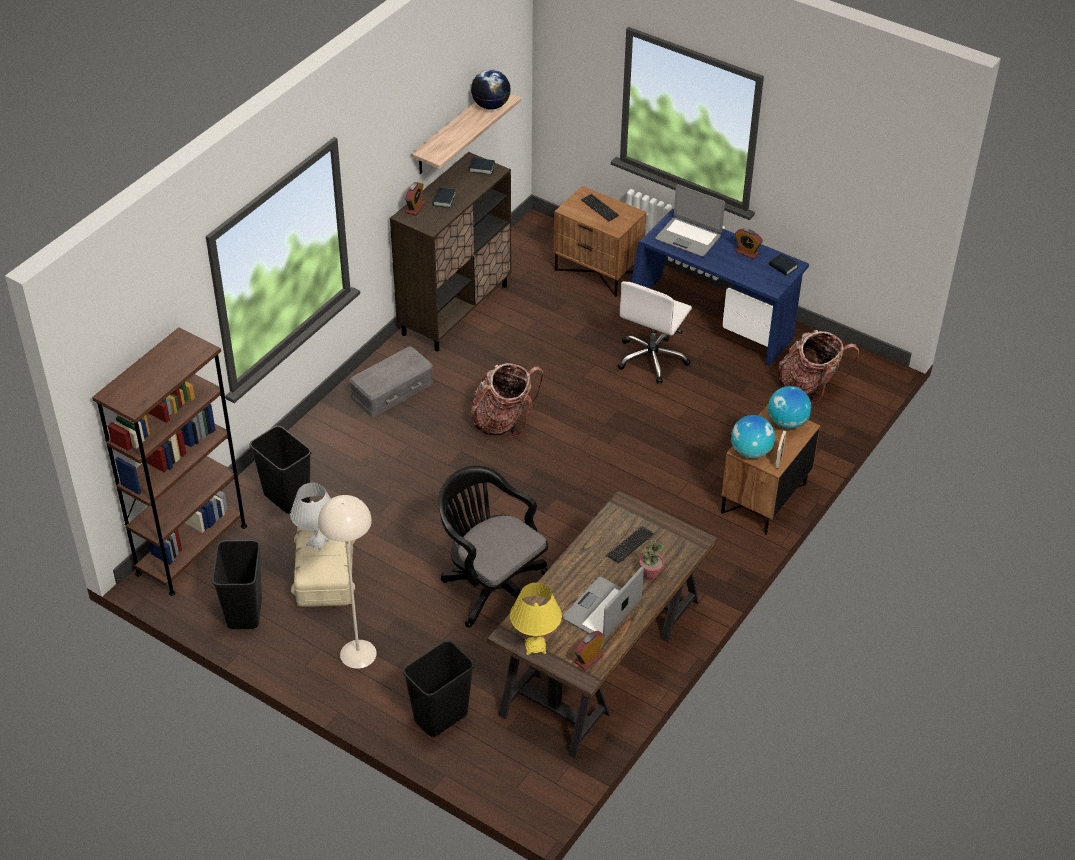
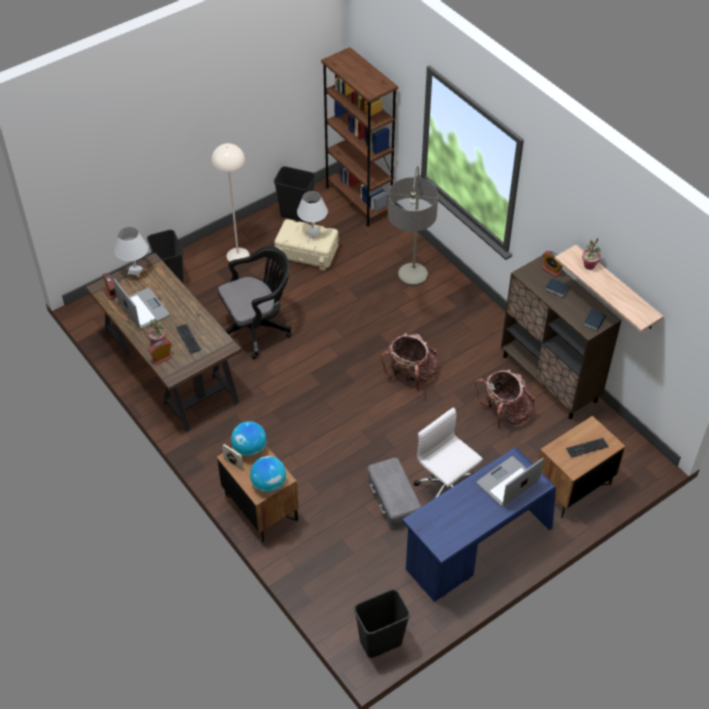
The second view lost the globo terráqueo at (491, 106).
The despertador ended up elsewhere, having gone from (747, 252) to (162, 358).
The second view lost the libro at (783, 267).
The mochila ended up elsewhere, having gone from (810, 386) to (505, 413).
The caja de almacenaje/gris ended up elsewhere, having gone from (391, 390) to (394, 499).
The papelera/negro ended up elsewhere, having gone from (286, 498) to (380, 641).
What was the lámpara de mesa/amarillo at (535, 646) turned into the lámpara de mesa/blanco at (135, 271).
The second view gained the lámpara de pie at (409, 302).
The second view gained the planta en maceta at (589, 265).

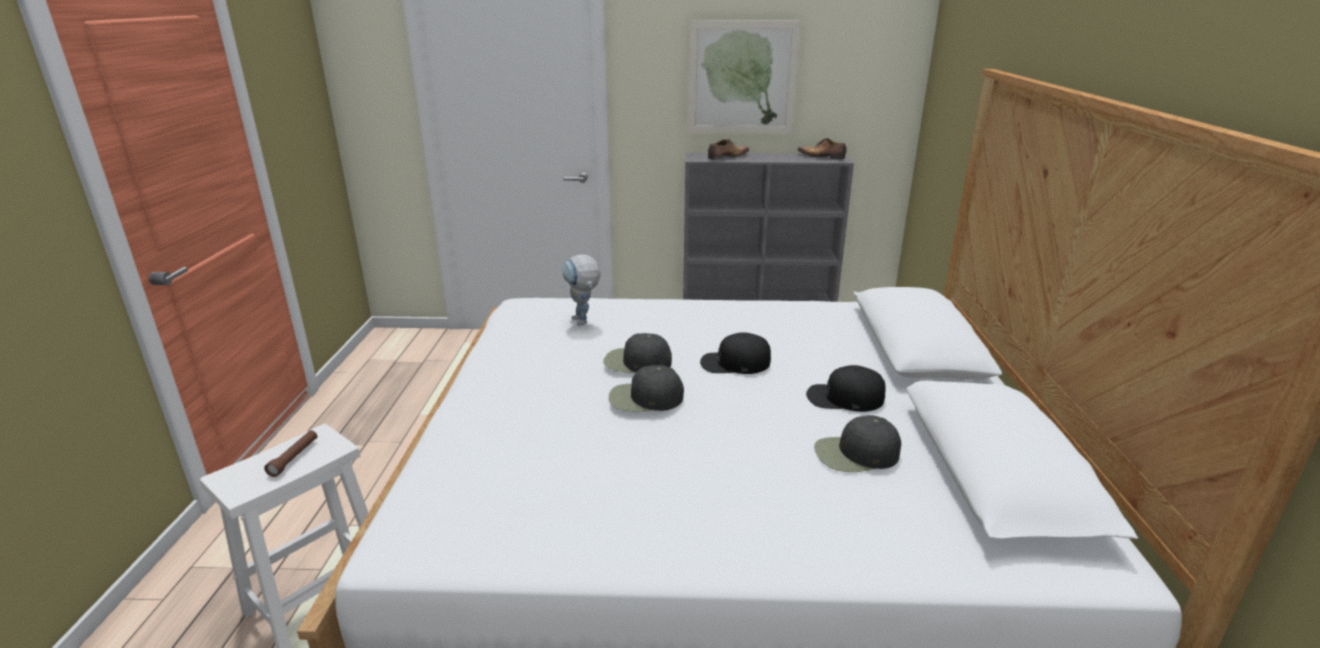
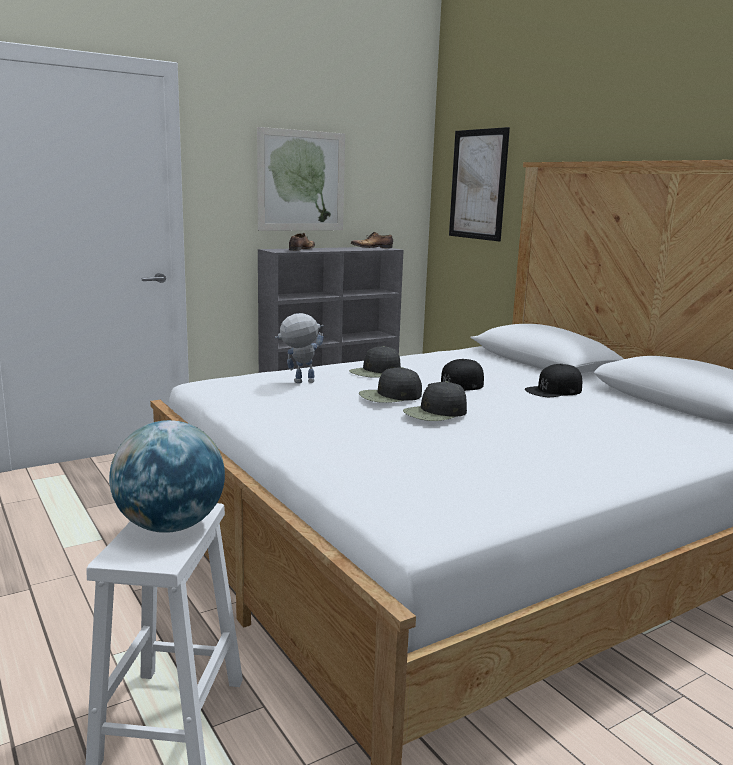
The robot de juguete at (583, 323) ended up facing another way, 135 degrees clockwise from before.
The gorra/negro ended up elsewhere, having gone from (856, 454) to (375, 372).
Where the linterna/marrón stood at (294, 458), the globo terráqueo came to stand at (170, 526).
The second view gained the cuadro at (478, 184).

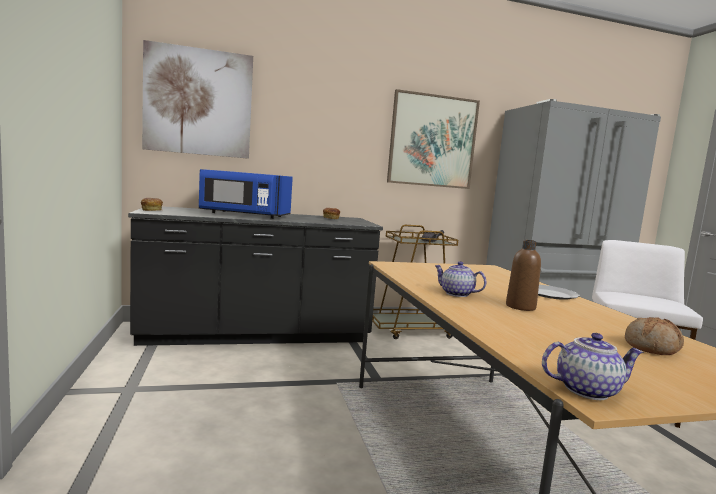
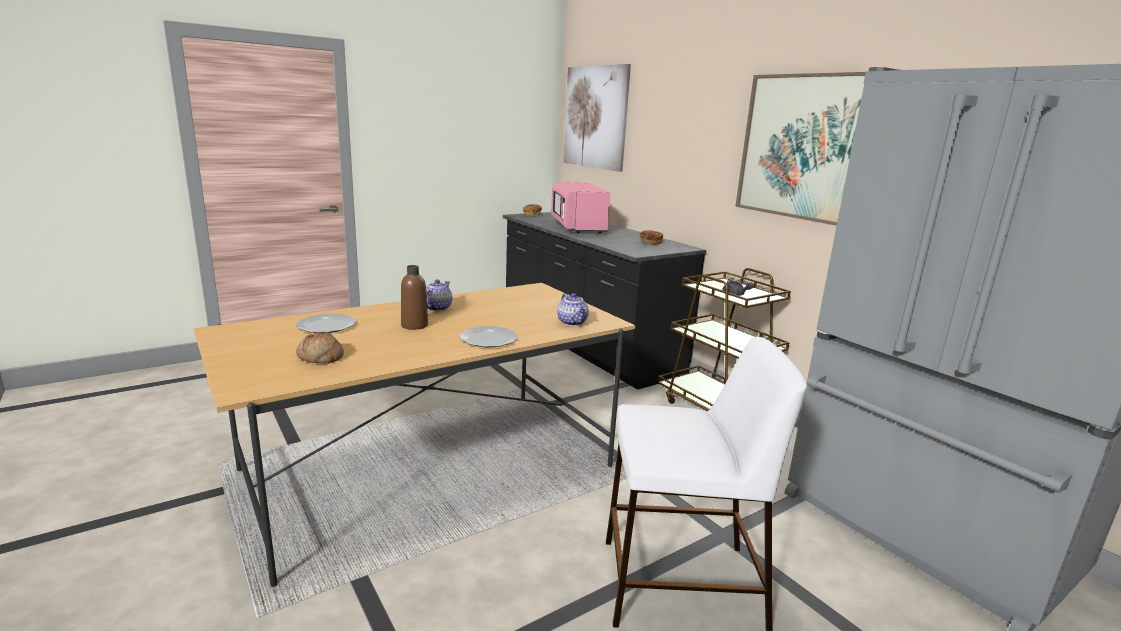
What was the microondas/azul at (243, 215) turned into the microondas/rosa at (577, 227).
The tetera ended up elsewhere, having gone from (586, 390) to (573, 322).
The second view gained the plato at (327, 326).

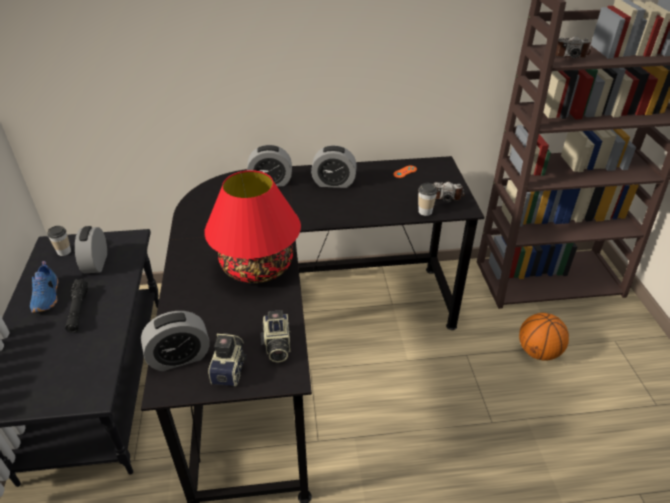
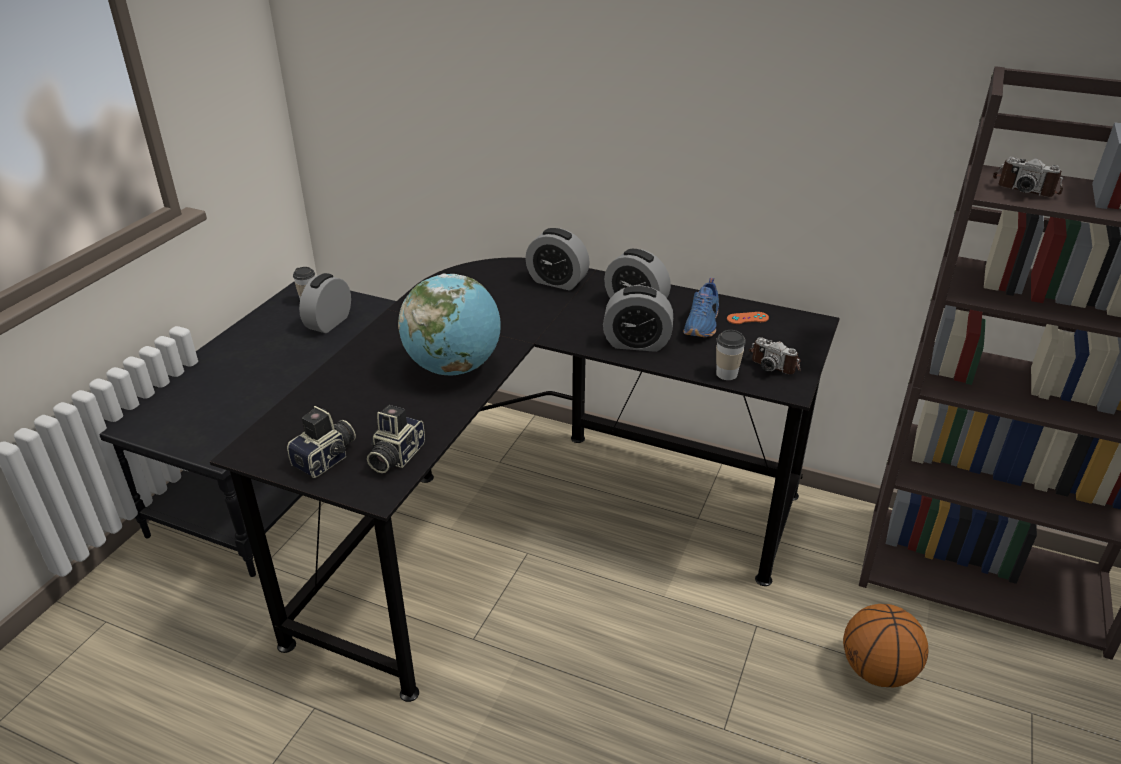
Where the lámpara de mesa/rojo stood at (258, 266), the globo terráqueo came to stand at (454, 367).
The zapato/azul ended up elsewhere, having gone from (47, 297) to (703, 324).
The second view lost the linterna/negro at (78, 310).
The despertador ended up elsewhere, having gone from (179, 357) to (637, 343).

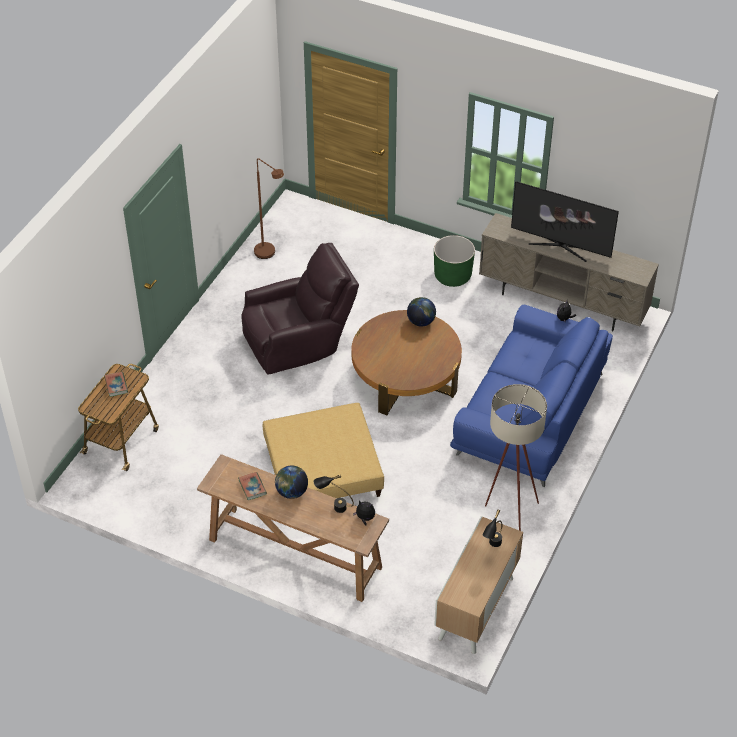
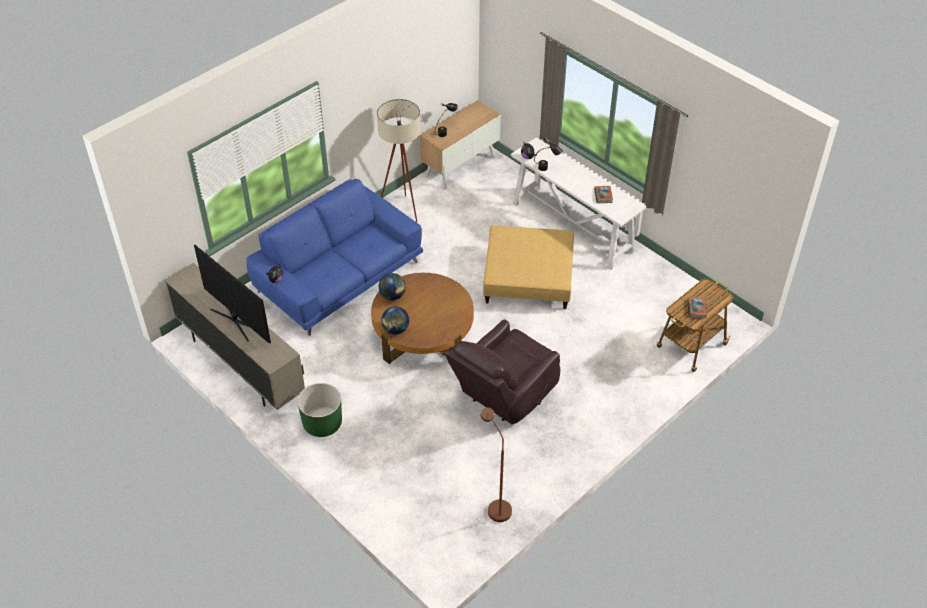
The sillón/marrón at (299, 342) ended up facing another way, 45 degrees counterclockwise from before.
What was the mesa consola/marrón at (294, 553) turned into the mesa consola/blanco at (573, 227).
The globo terráqueo ended up elsewhere, having gone from (292, 492) to (392, 296).

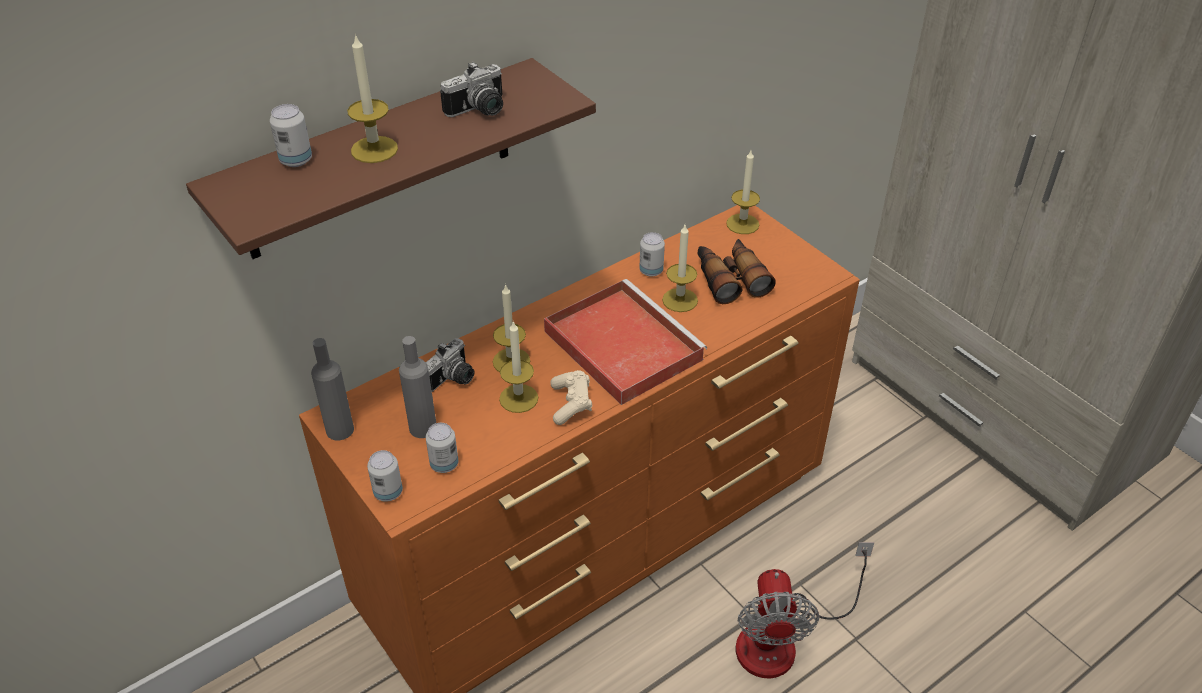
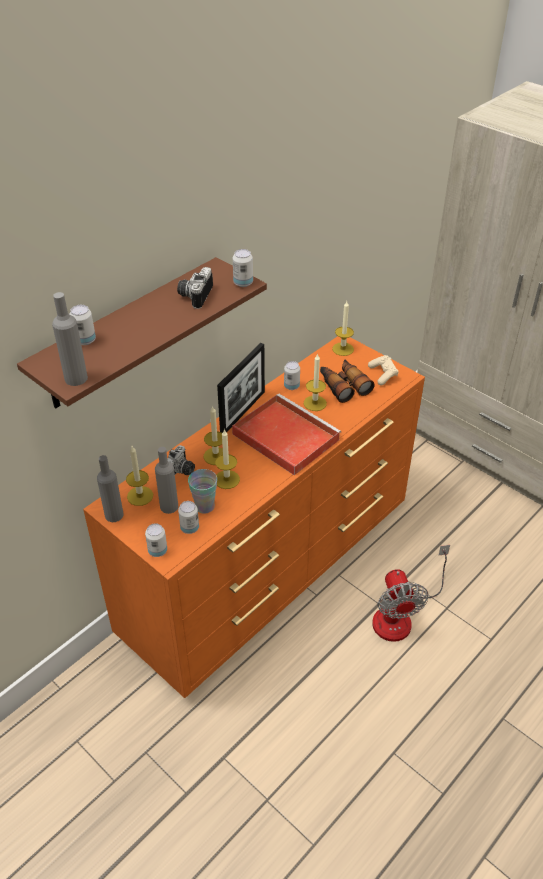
The vela ended up elsewhere, having gone from (374, 149) to (140, 496).
The cámara at (480, 111) ended up facing another way, 150 degrees clockwise from before.
The mando de consola/beis ended up elsewhere, having gone from (571, 404) to (383, 374).
The second view gained the lata at (243, 283).
The second view gained the botella/gris at (76, 378).
The second view gained the portarretratos at (243, 412).
The second view gained the taza at (204, 506).

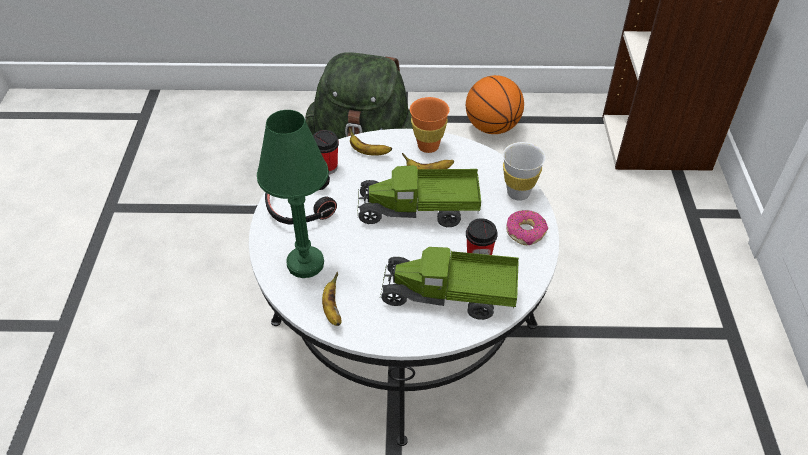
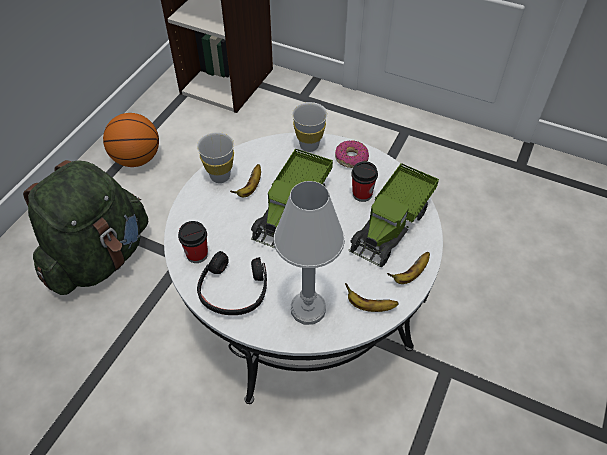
What was the taza/naranja at (428, 146) turned into the taza/blanco at (220, 176).
What was the lámpara de mesa/verde at (305, 263) turned into the lámpara de mesa/blanco at (308, 309).
The plátano ended up elsewhere, having gone from (368, 152) to (410, 275).

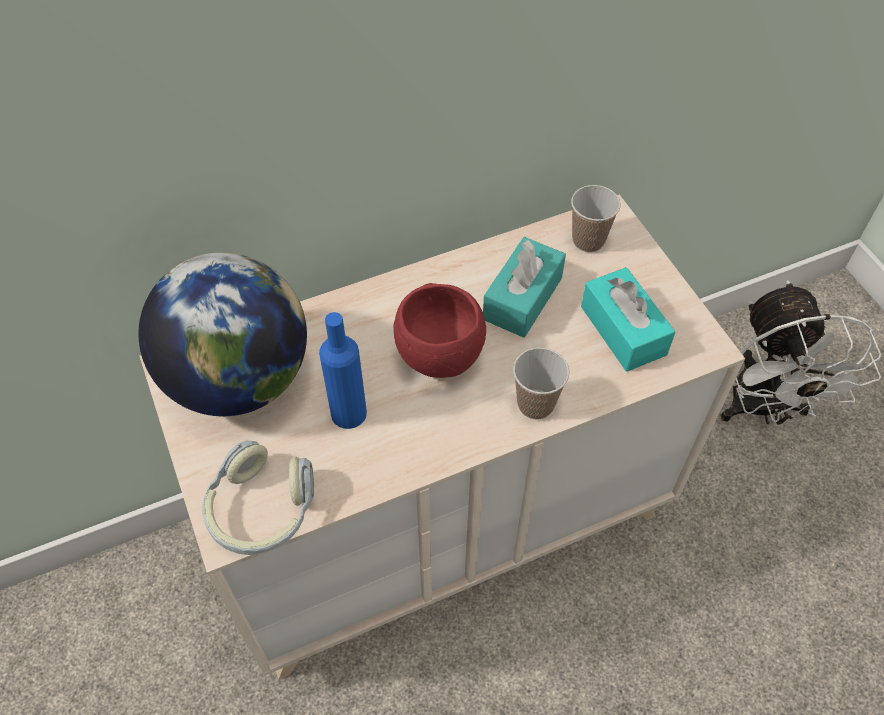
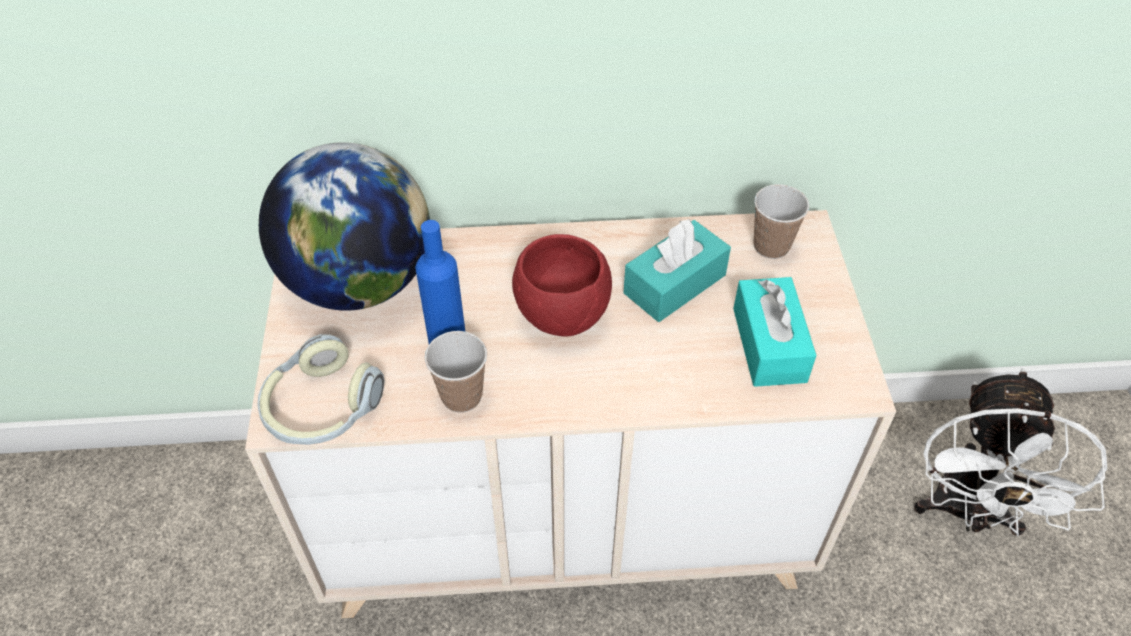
The taza ended up elsewhere, having gone from (535, 404) to (461, 396).

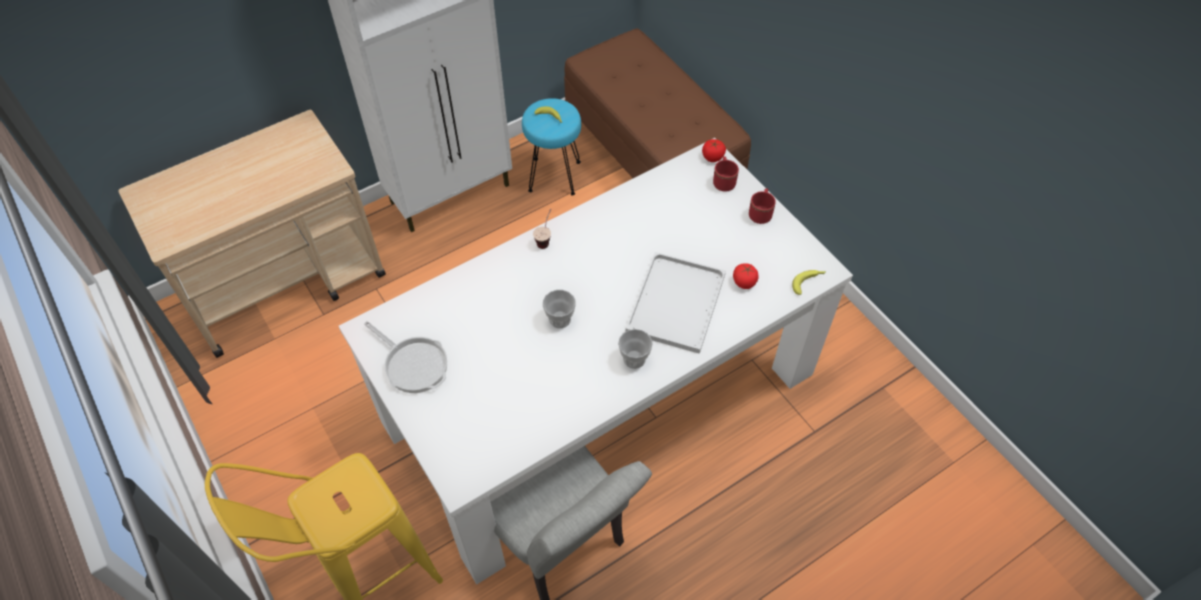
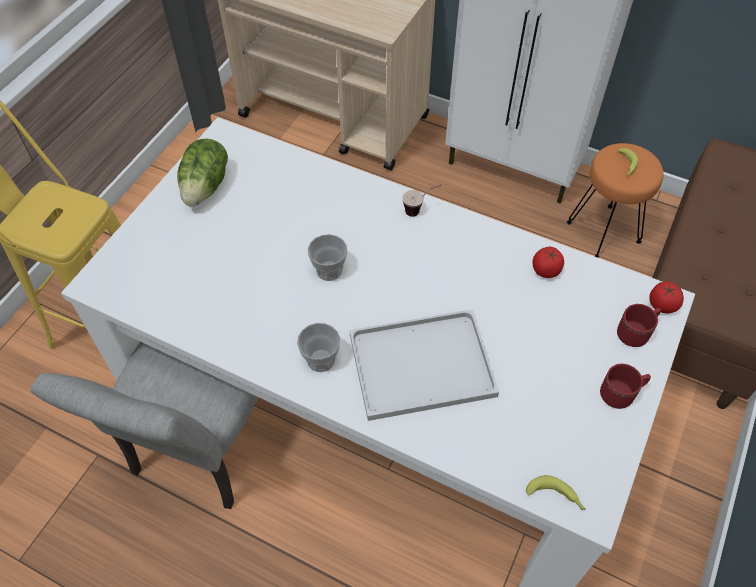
What was the taburete/turquesa at (554, 175) turned into the taburete/naranja at (604, 232).
The tomate ended up elsewhere, having gone from (744, 282) to (546, 270).
Where the sartén stood at (413, 364), the lechuga came to stand at (206, 186).

